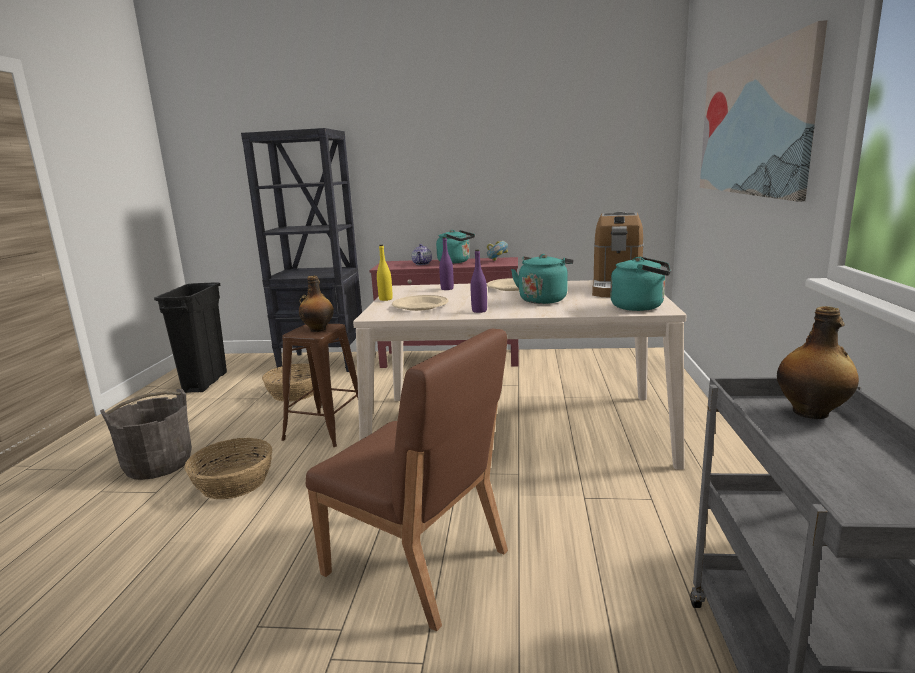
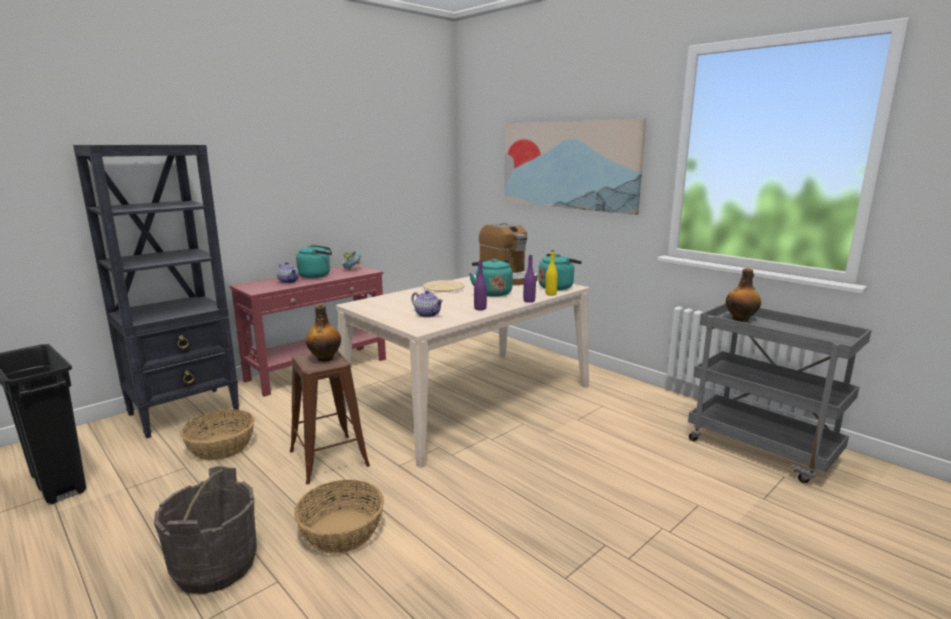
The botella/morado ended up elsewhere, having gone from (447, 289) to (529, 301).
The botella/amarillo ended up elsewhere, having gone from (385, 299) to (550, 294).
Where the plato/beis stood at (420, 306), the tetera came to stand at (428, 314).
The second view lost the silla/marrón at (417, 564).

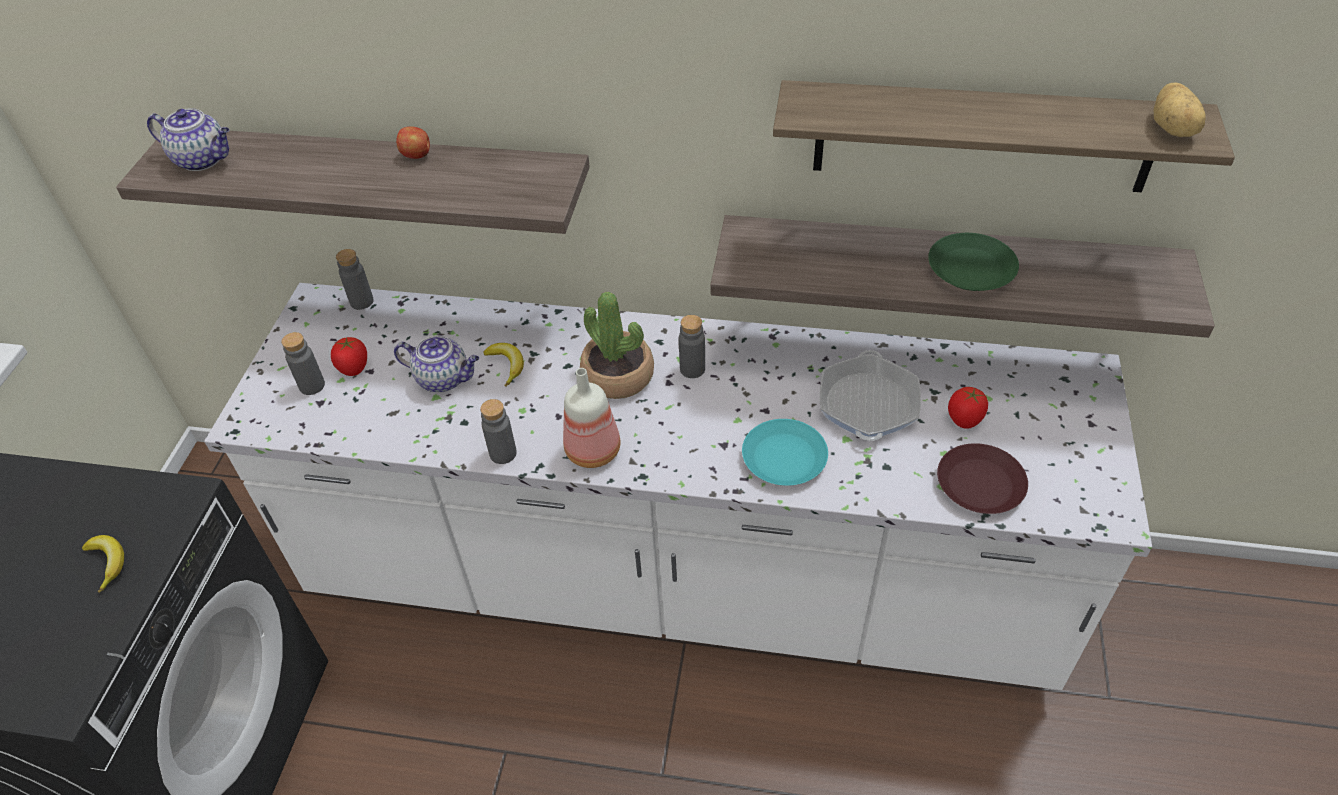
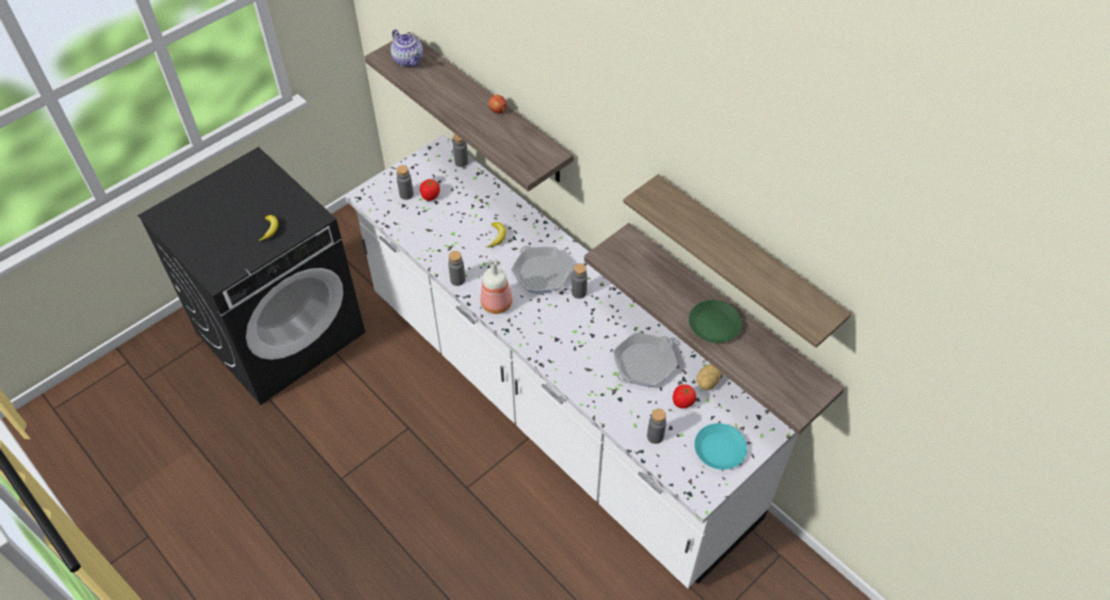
The patata ended up elsewhere, having gone from (1173, 129) to (709, 381).
Where the planta en maceta stood at (618, 376), the sartén came to stand at (541, 274).
The second view lost the tetera at (444, 379).
The plato/turquesa ended up elsewhere, having gone from (783, 459) to (719, 449).
Where the plato/marrón stood at (980, 484), the botella/gris came to stand at (655, 436).

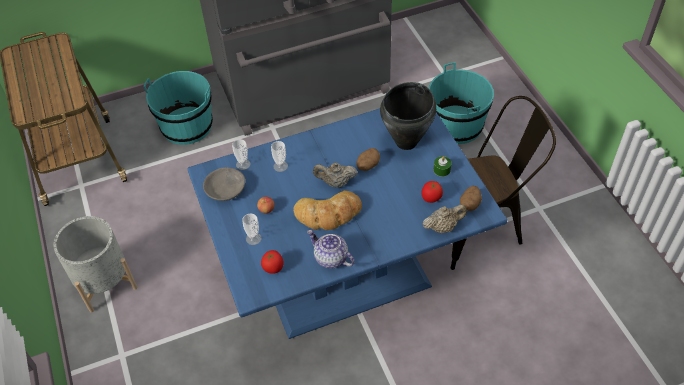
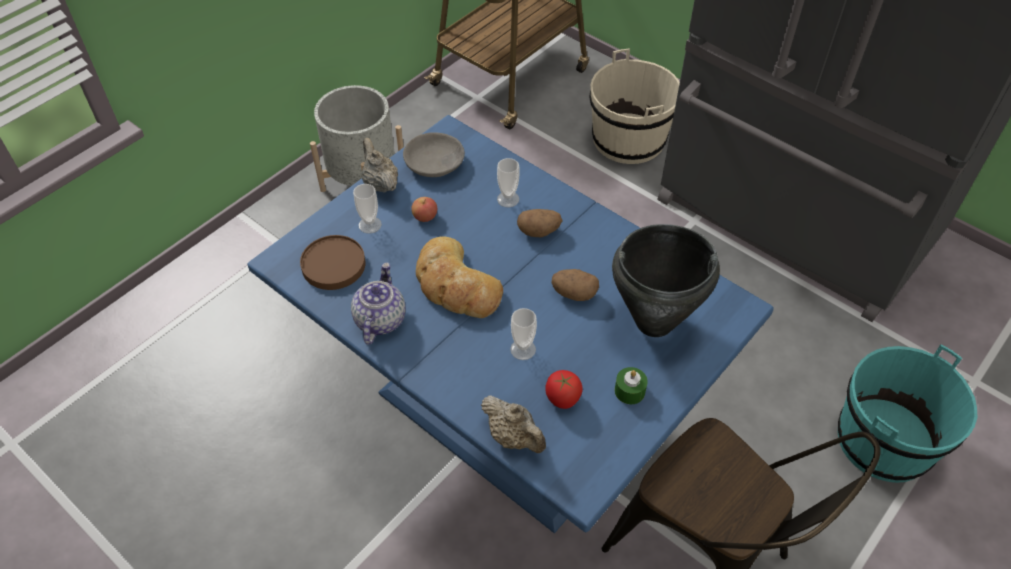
What was the cubo/turquesa at (187, 126) turned into the cubo/beis at (628, 140).
The taza ended up elsewhere, having gone from (243, 164) to (523, 349).
The tetera/beis ended up elsewhere, having gone from (335, 183) to (380, 184).
The patata ended up elsewhere, having gone from (470, 204) to (539, 231).
Where the tomate stood at (273, 267), the plato/marrón came to stand at (333, 265).

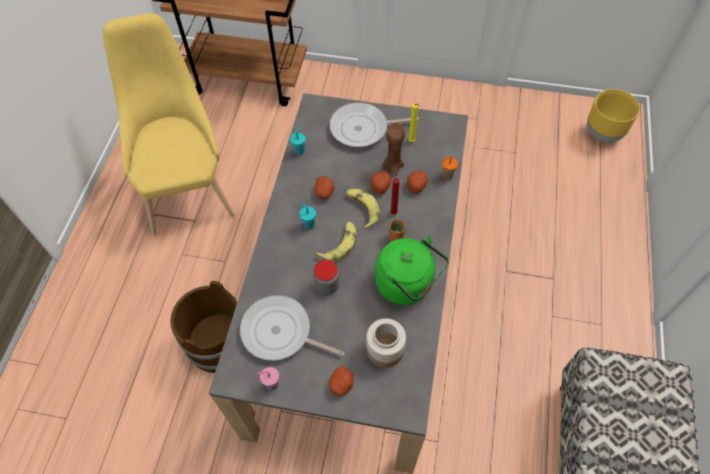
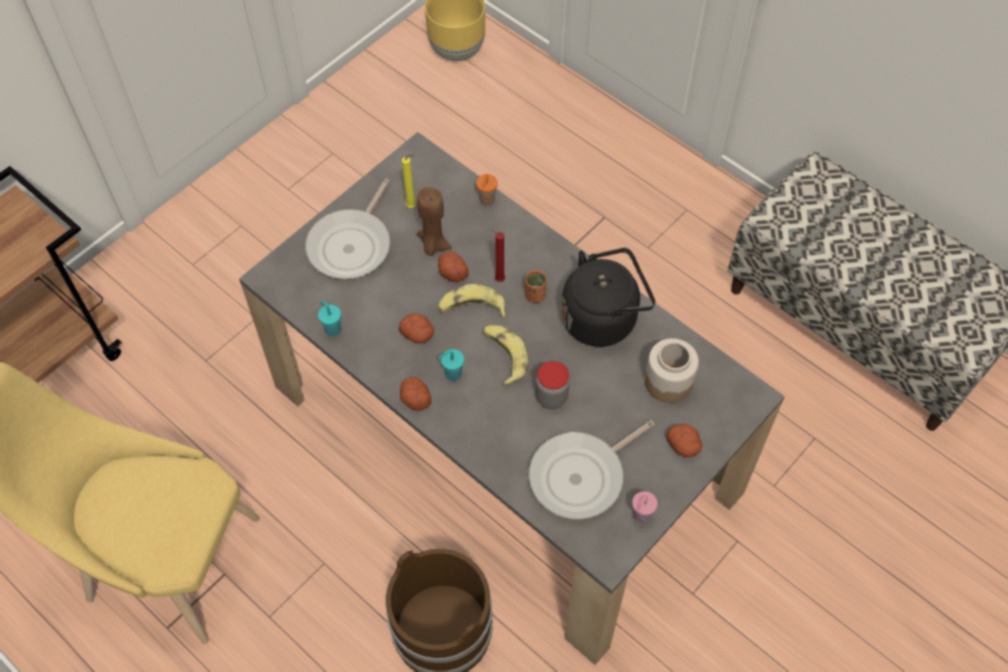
The patata ended up elsewhere, having gone from (416, 185) to (415, 398).
What was the hervidor/verde at (407, 285) turned into the hervidor/negro at (603, 317).

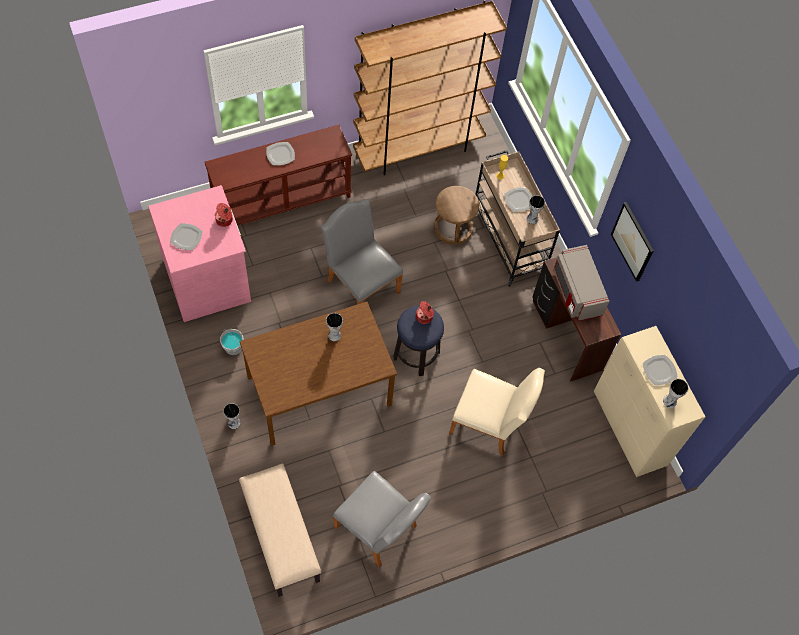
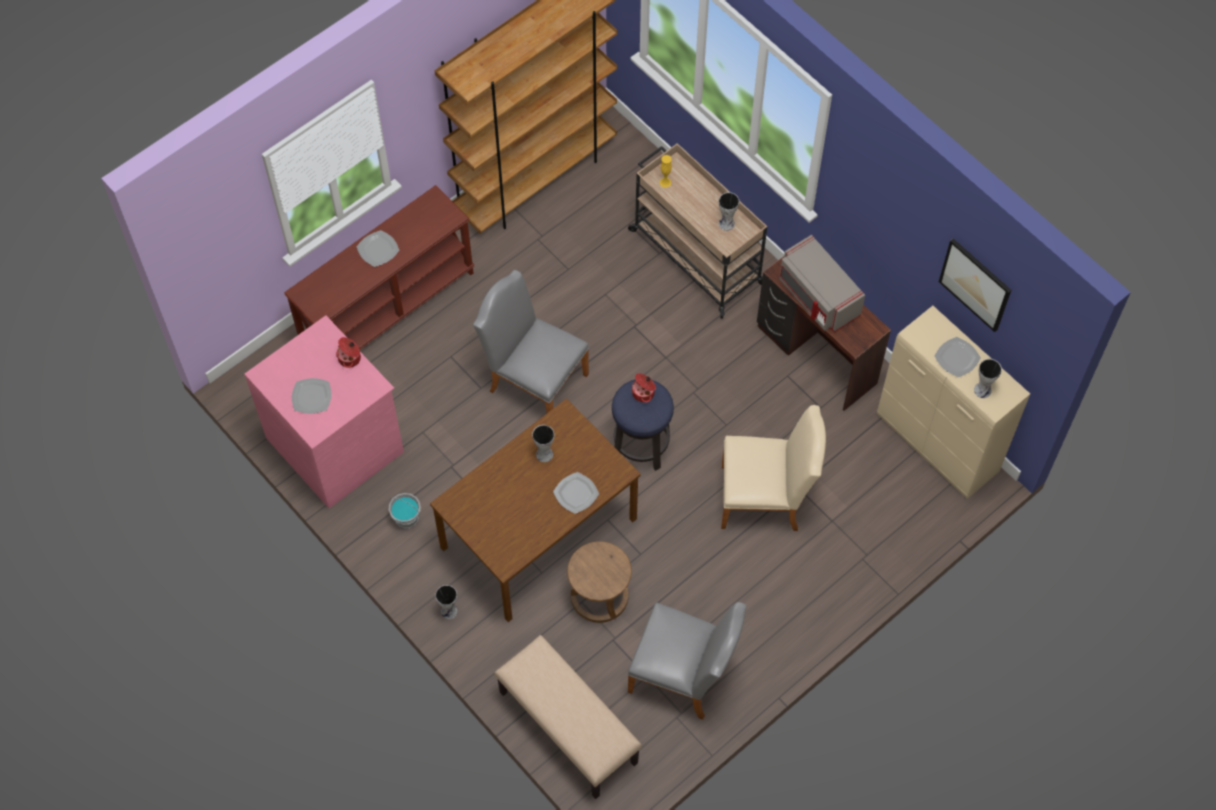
The taburete/marrón ended up elsewhere, having gone from (453, 228) to (599, 596).
The plato ended up elsewhere, having gone from (519, 200) to (576, 493).
The cuadro ended up elsewhere, having gone from (632, 241) to (975, 284).

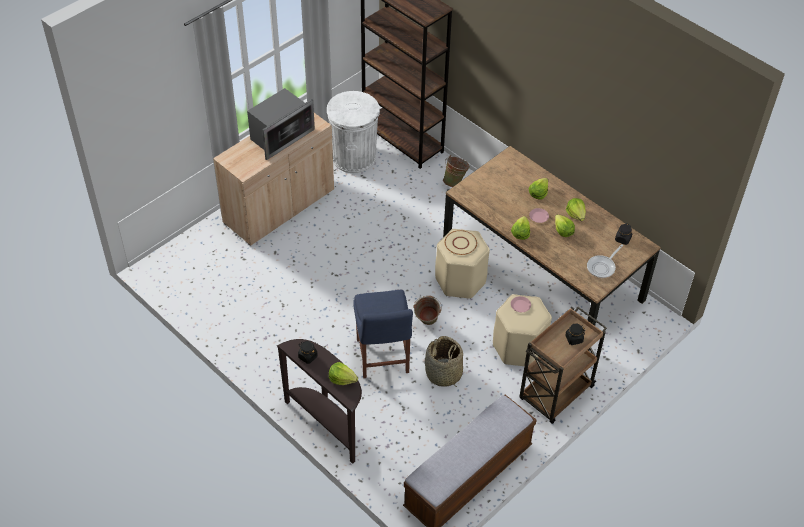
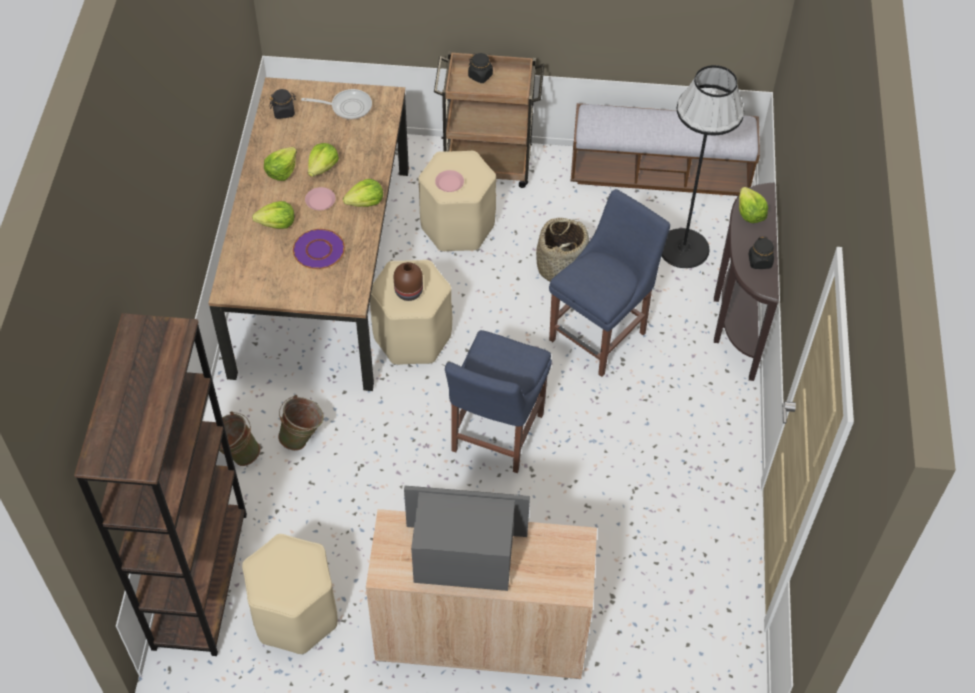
Where the papelera/blanco stood at (354, 157), the taburete/beis came to stand at (295, 615).
Where the plato/beis stood at (460, 243), the florero/marrón came to stand at (408, 291).
The cubo/verde ended up elsewhere, having gone from (426, 323) to (303, 438).
The second view gained the lámpara de pie/negro at (683, 248).
The second view gained the plato/morado at (318, 250).
The second view gained the silla/azul at (495, 436).

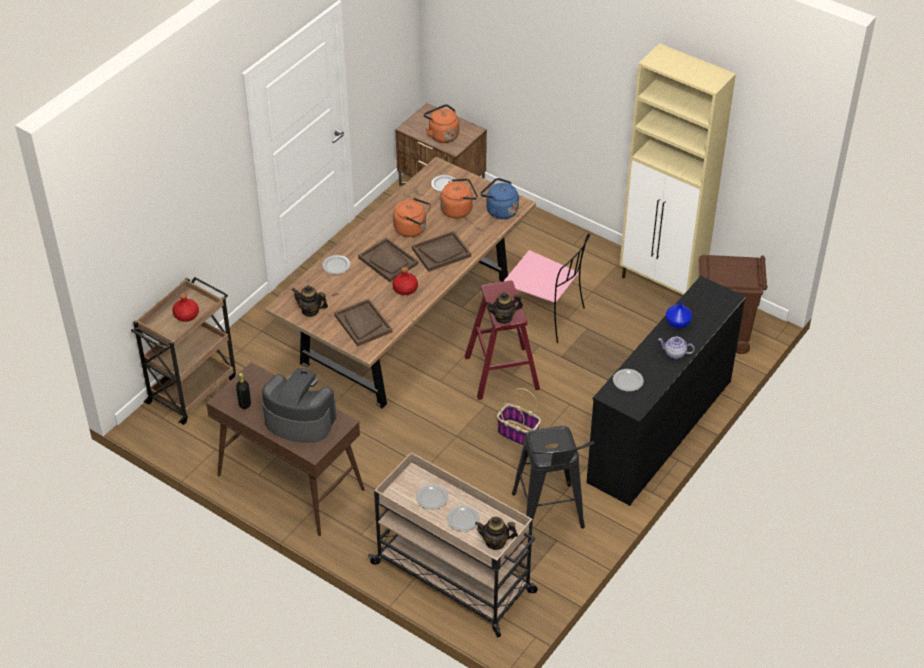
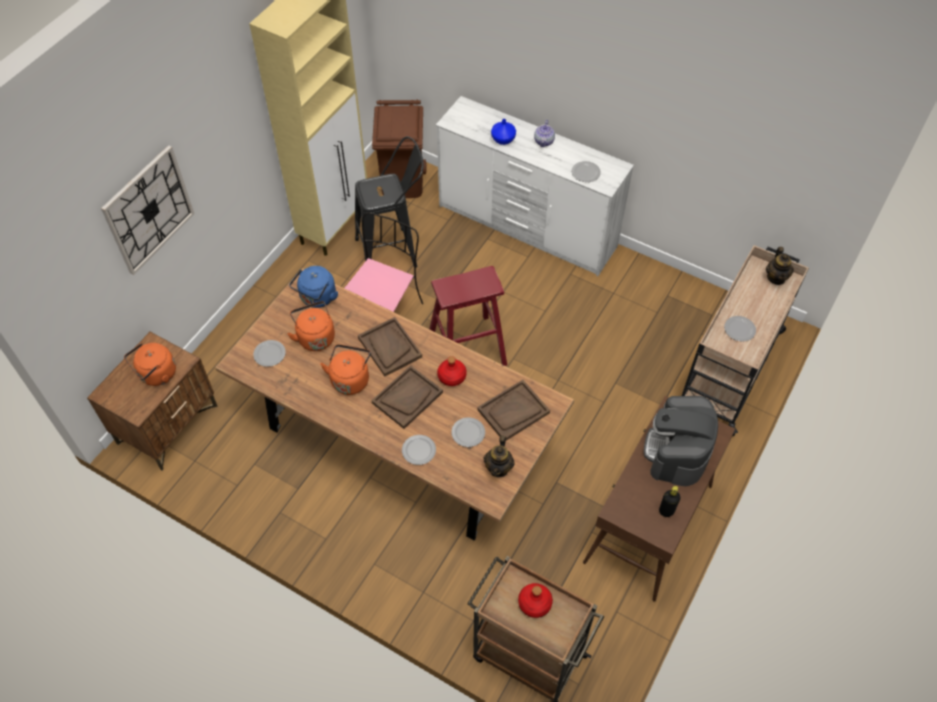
What was the cómoda/negro at (659, 431) turned into the cómoda/blanco at (527, 227).
The second view lost the tetera at (504, 318).
The second view lost the cesta at (519, 434).
The taburete/negro ended up elsewhere, having gone from (549, 517) to (393, 251).
The plato ended up elsewhere, having gone from (462, 519) to (468, 433).
The second view gained the reloj de pared at (149, 210).

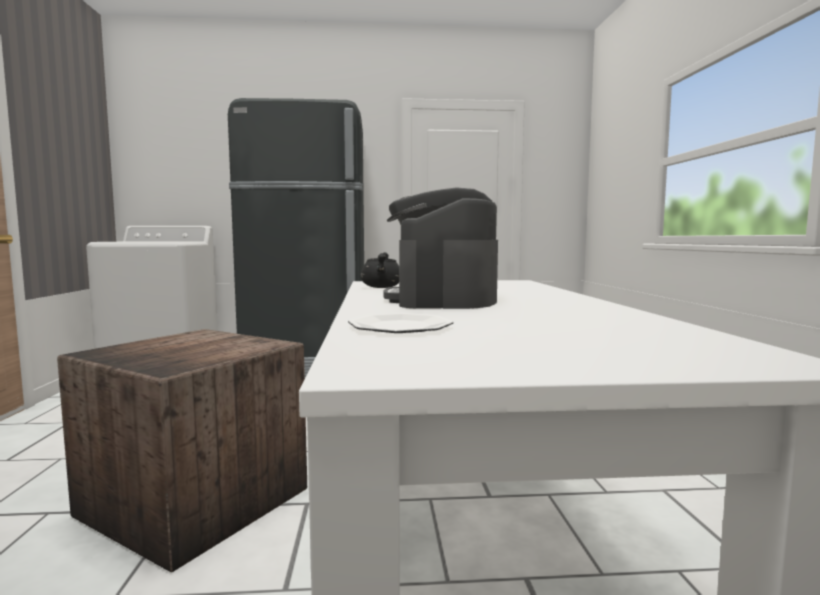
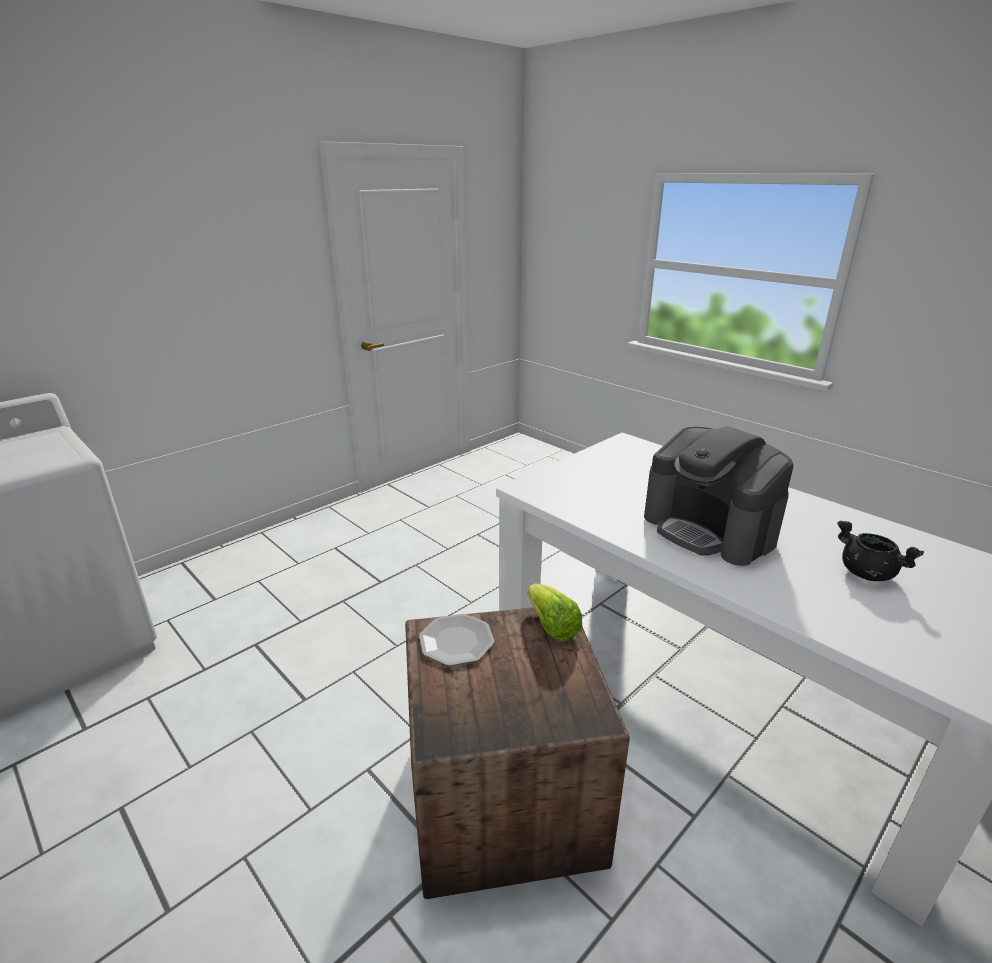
The second view lost the nevera/negro at (308, 367).
The olla/negro ended up elsewhere, having gone from (381, 287) to (866, 573).
The plato ended up elsewhere, having gone from (400, 327) to (456, 641).
The second view gained the lechuga at (552, 626).

